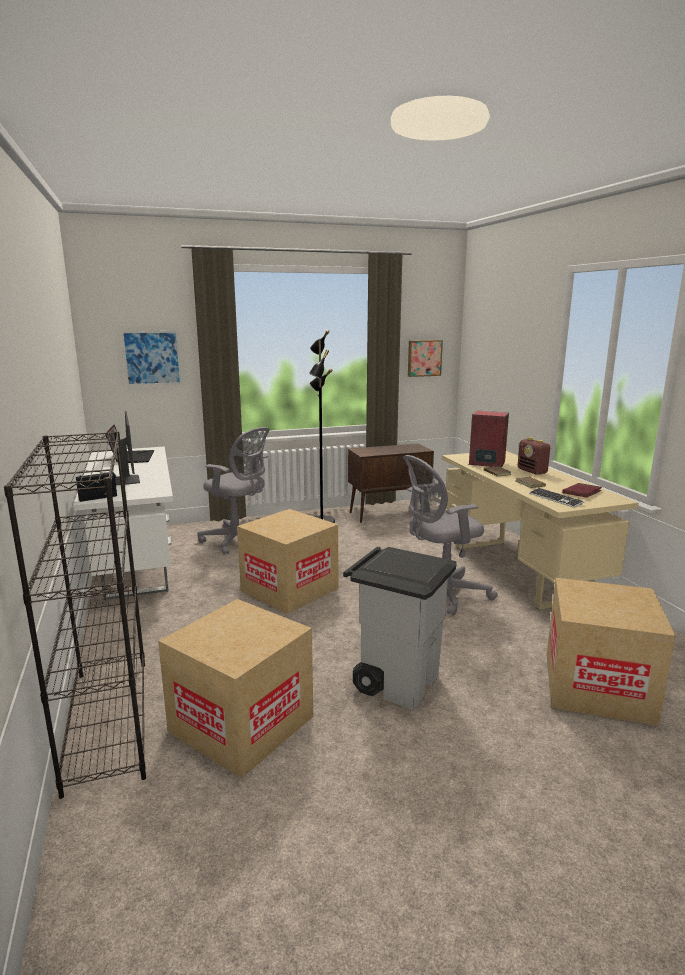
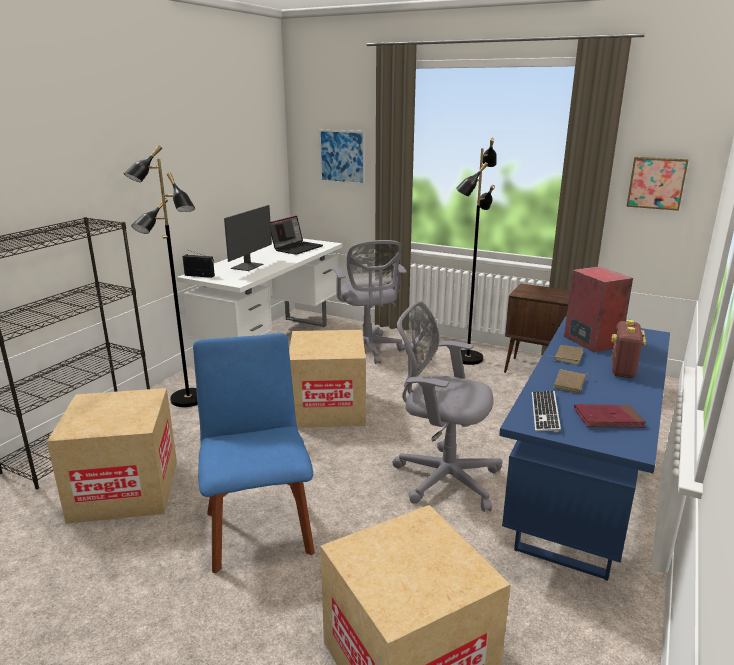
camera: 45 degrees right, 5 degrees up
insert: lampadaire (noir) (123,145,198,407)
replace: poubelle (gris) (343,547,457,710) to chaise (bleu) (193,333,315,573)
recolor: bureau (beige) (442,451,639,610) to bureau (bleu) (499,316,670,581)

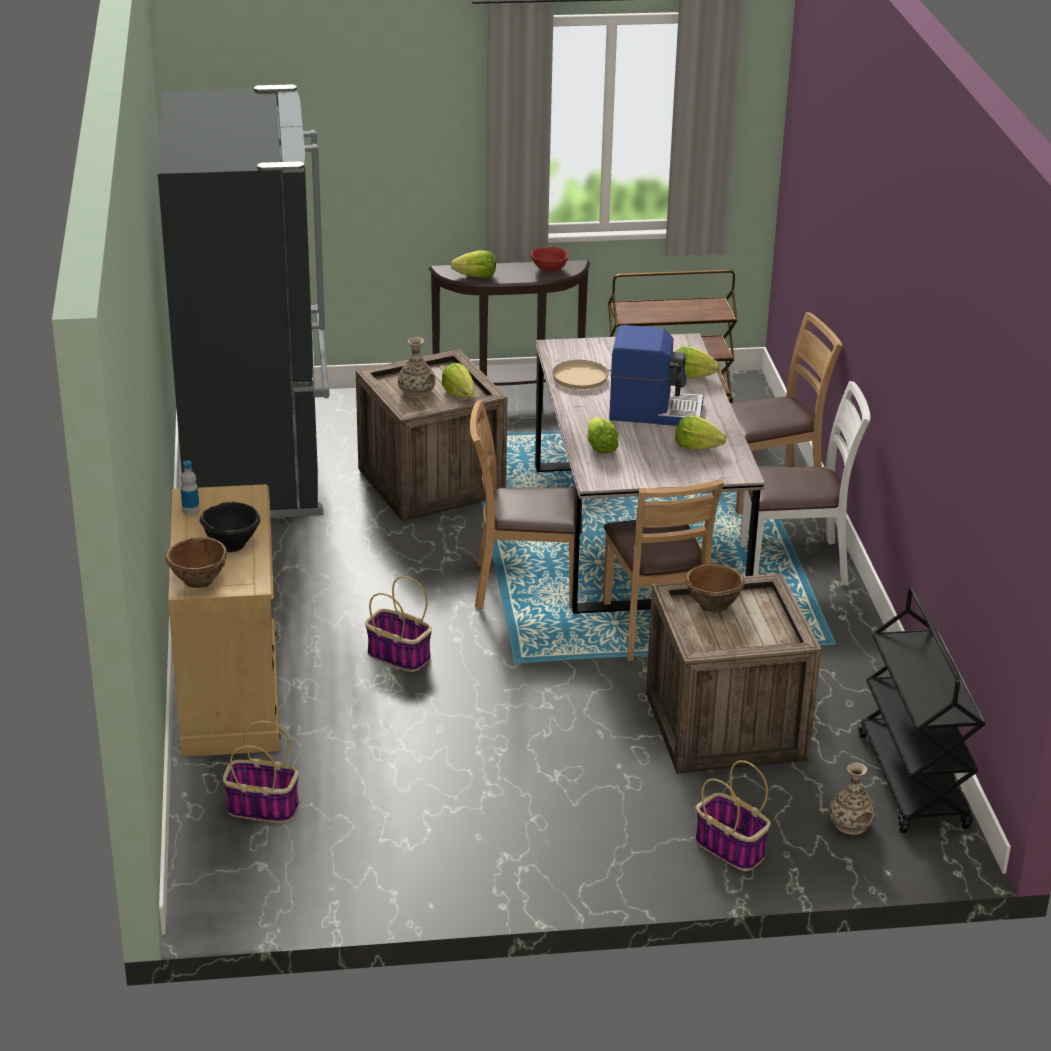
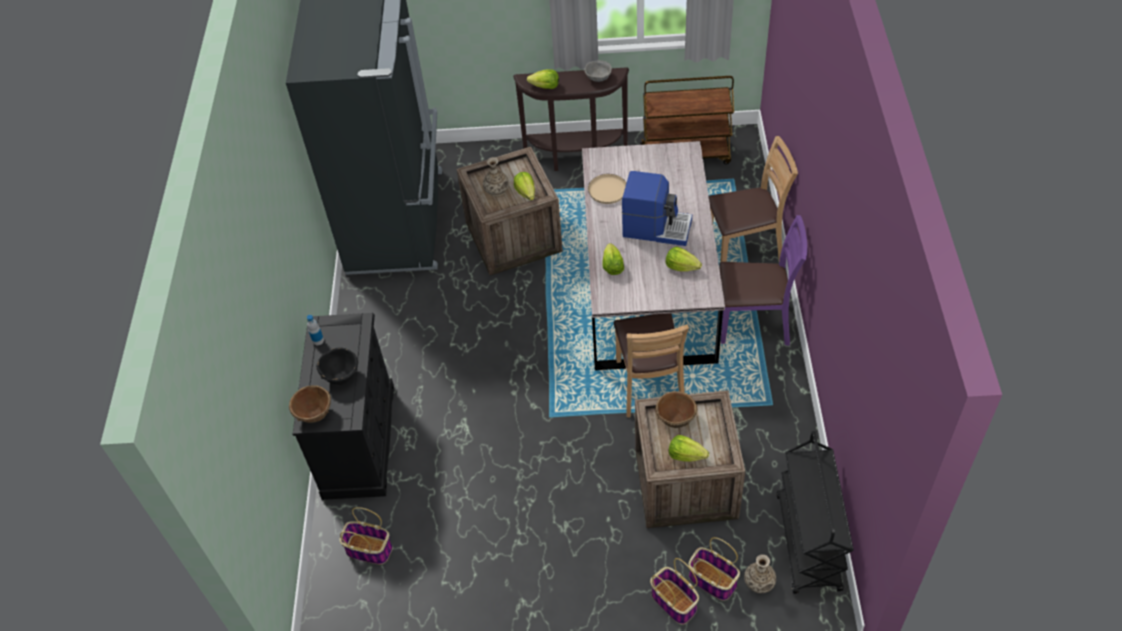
camera: 10 degrees right, 20 degrees up
delete: chaise (marron) (470,400,582,609)
move: panier (365,576,432,672) to (689,537,740,601); laitue (675,346,720,379) to (669,435,709,462)
recolor: commode (beige) (168,484,281,757) to commode (noir) (293,313,394,500); bol (rouge) (531,247,569,272) to bol (gris) (585,60,612,82); chaise (blanc) (740,381,870,585) to chaise (violet) (719,215,807,346)

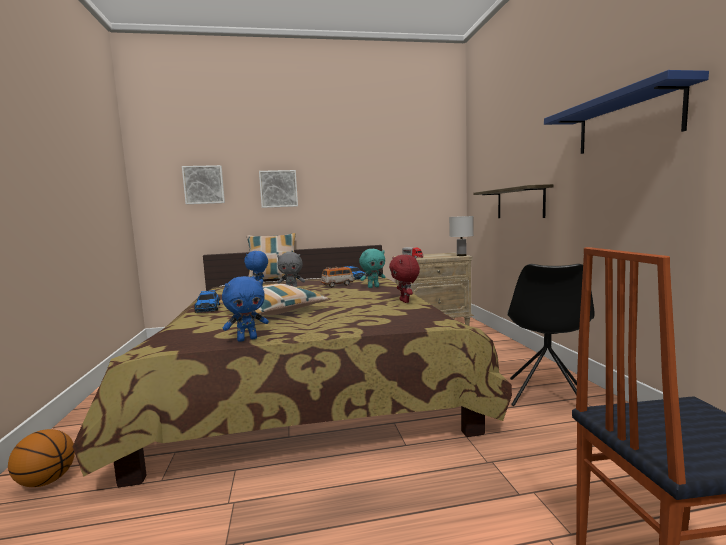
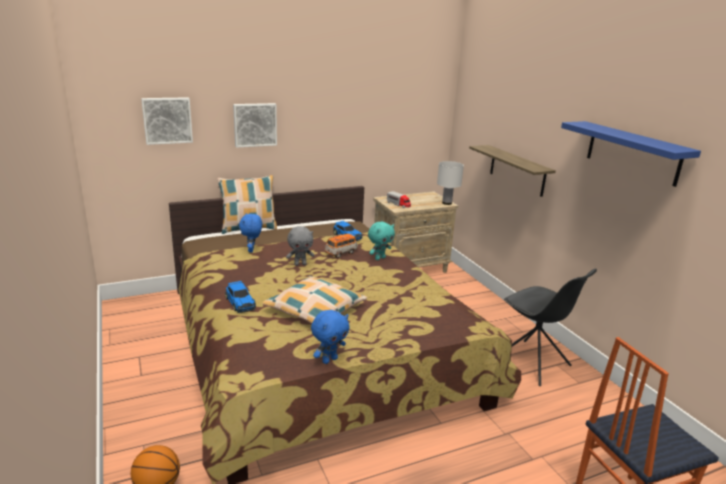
camera: 15 degrees left, 15 degrees up
delete: peluche (rouge) (389,255,420,303)
rotate: chaise (noir) (507,264,595,406) = (504,268,597,386) 45 degrees counterclockwise

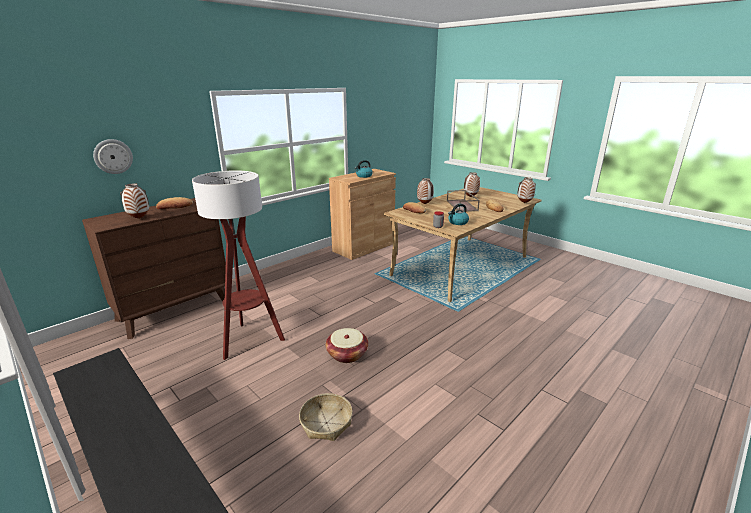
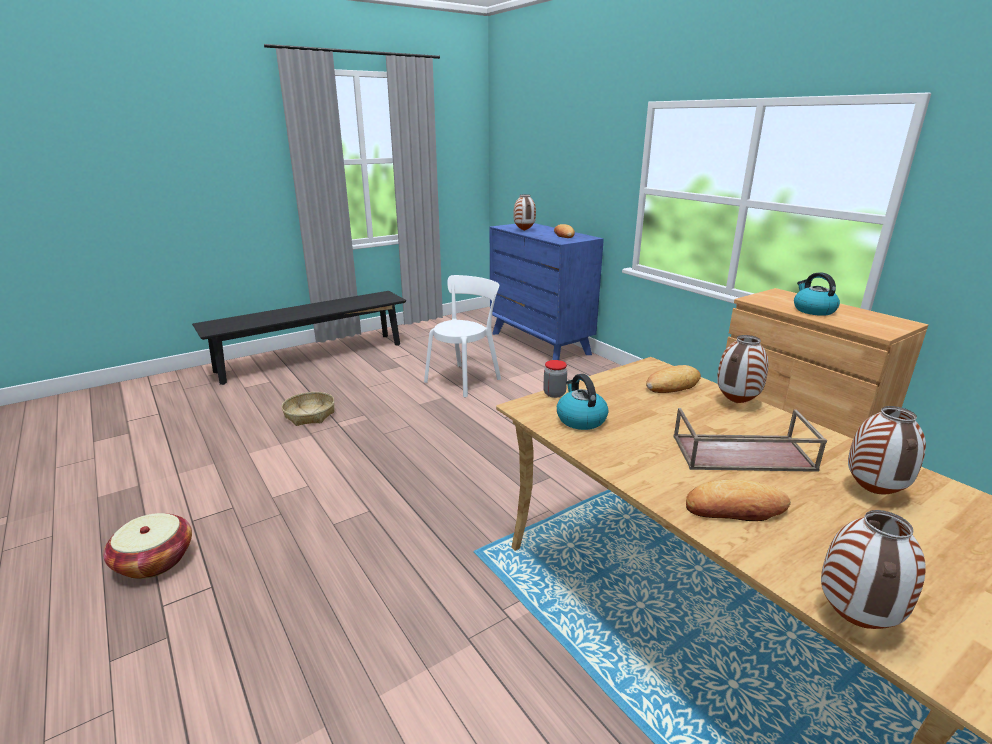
camera: 100 degrees right, 0 degrees up
delete: horloge murale (93,139,133,174)
move: panier (326,328,368,363) to (103,513,192,579)
replace: lampadaire (192,170,285,360) to chaise (blanc) (424,275,501,398)
recolor: commode (marron) (82,198,226,339) to commode (bleu) (490,223,604,360)

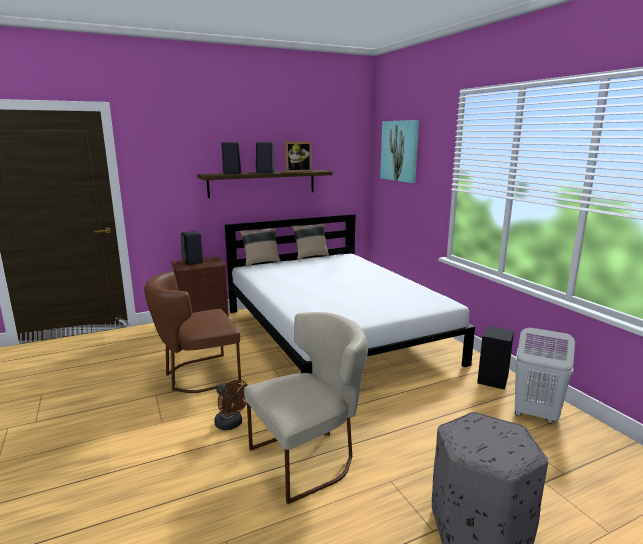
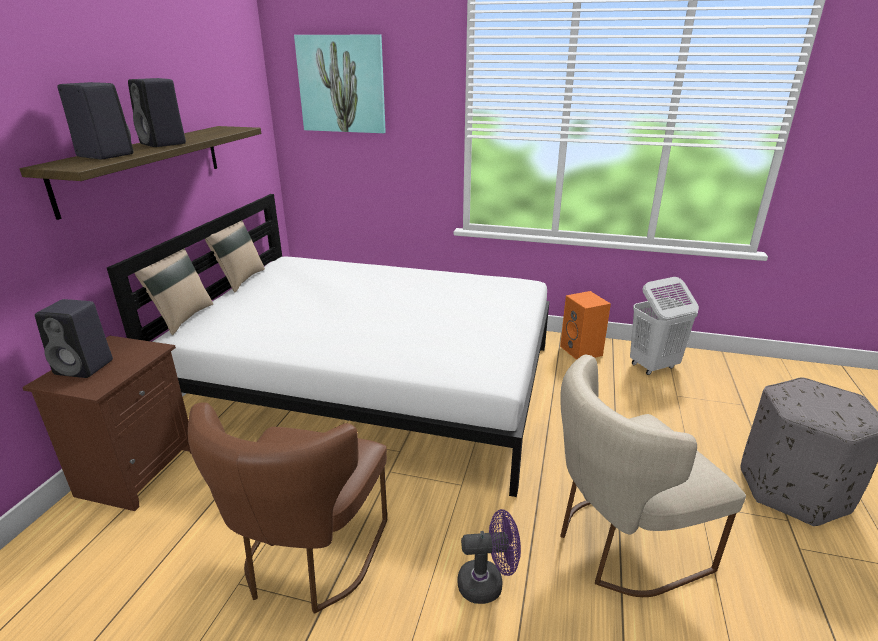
camera: 50 degrees left, 10 degrees up
delete: cadre photo (285,142,312,172)
recolor: ventilateur (marron) (214,380,248,430) to ventilateur (violet) (457,509,521,604); enceinte (noir) (477,326,514,390) to enceinte (orange) (560,291,611,360)
rotate: chaise (beige) (244,312,368,504) = (560,354,746,597) 120 degrees counterclockwise

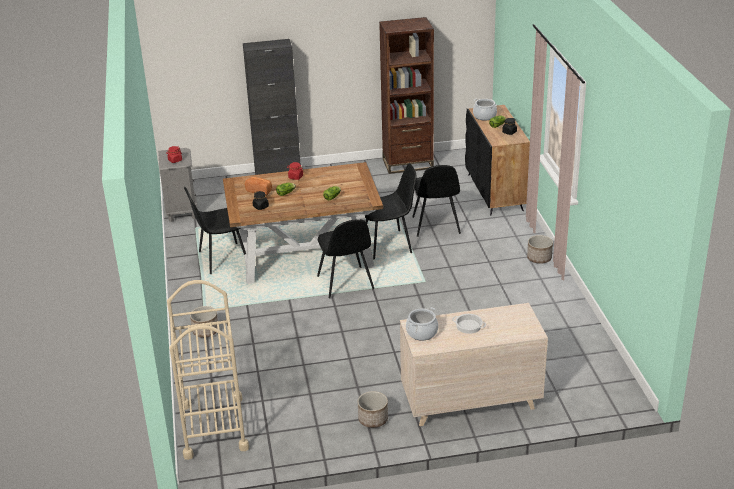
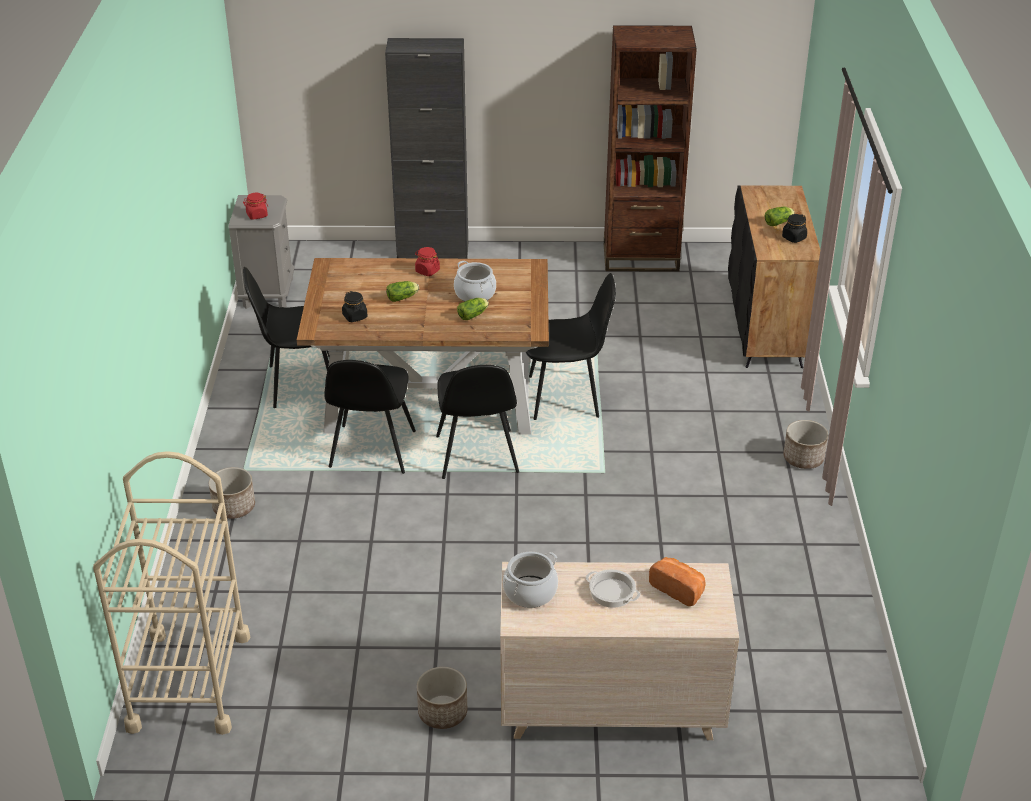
camera: 10 degrees right, 5 degrees up
move: pain (245,177,272,196) to (649,557,706,606); chaise (noir) (412,165,461,237) to (324,360,416,474); marmite (473,99,497,120) to (454,261,496,301)

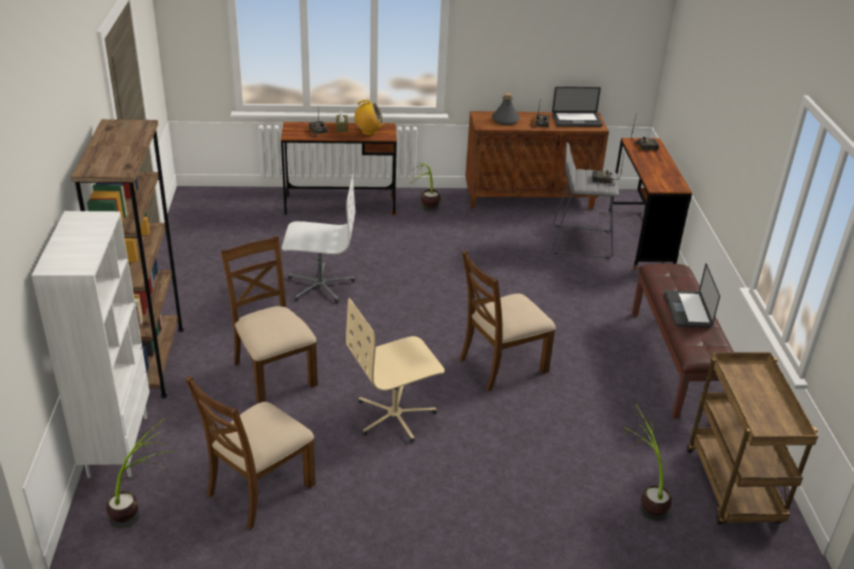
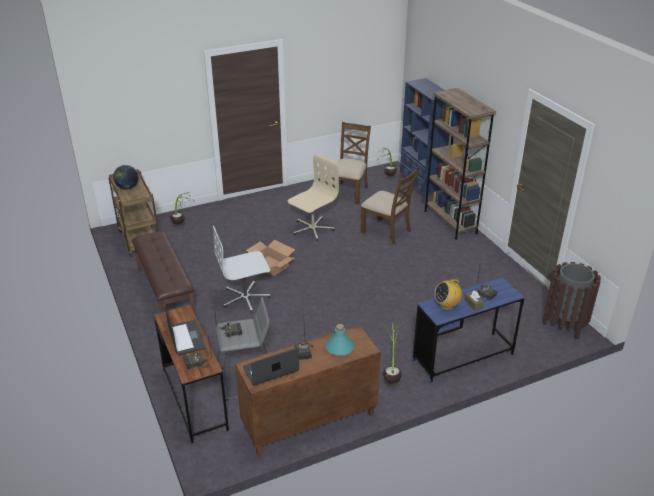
camera: 160 degrees right, 0 degrees up
insert: globe (113,165,138,190); poubelle (marron) (542,262,601,339)
move: chaise de bureau (blanc) (282,174,355,303) to (213,225,271,313); ordinateur portable (665,263,720,328) to (165,305,205,355)
replace: chaise (marron) (459,250,556,391) to carton (246,240,295,276)
recolor: bibliothèque (blanc) (31,211,150,478) to bibliothèque (bleu) (400,78,449,203); bureau (marron) (281,122,397,215) to bureau (bleu) (412,278,524,383); bouteille (gris) (492,93,520,125) to bouteille (turquoise) (325,324,354,356)

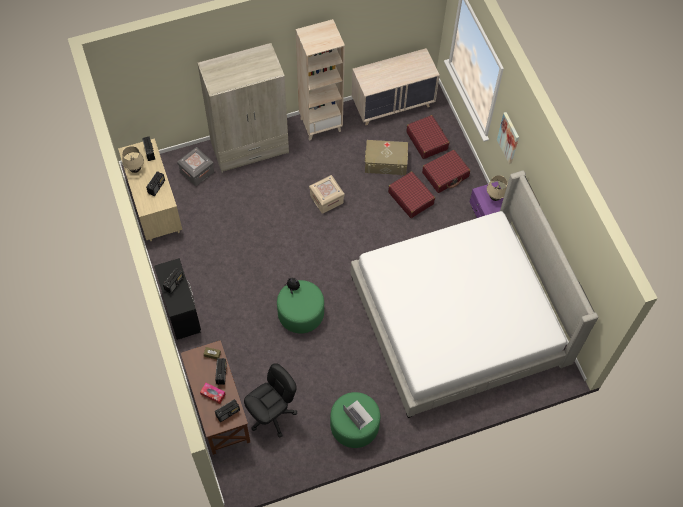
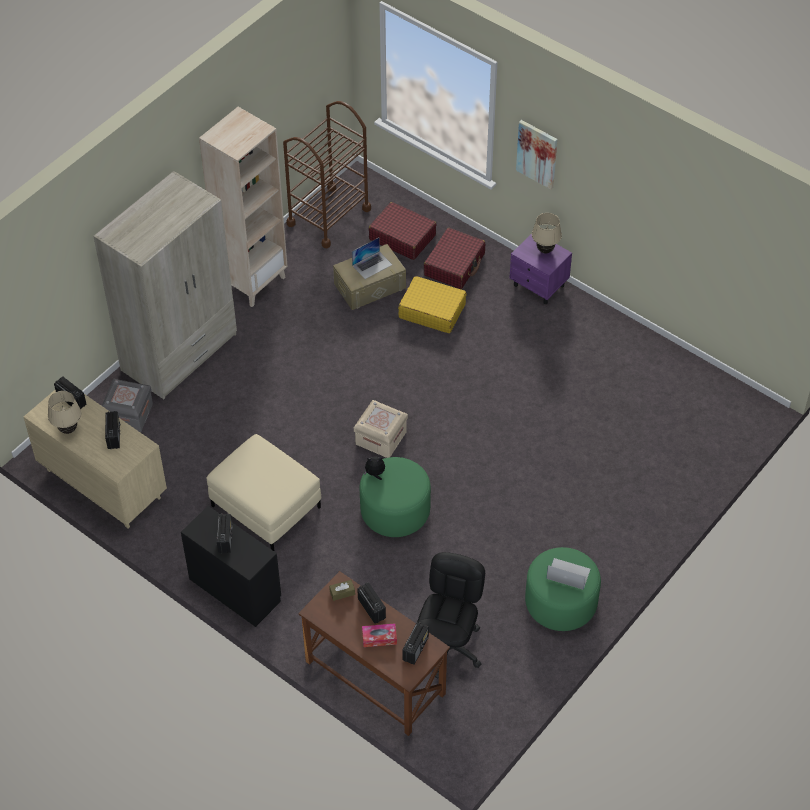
camera: 30 degrees left, 10 degrees down
delete: lit (350,170,598,418)
insert: pouf (beige) (206,434,321,551); ordinateur portable (352,238,392,279)
move: boîte de rangement (beige) (309,175,345,214) to (354,400,408,458)
replace: commode (beige) (352,48,440,125) to chariot (marron) (283,101,371,249)
recolor: valise (rouge) (388,171,435,218) to valise (jaune) (398,276,467,333)

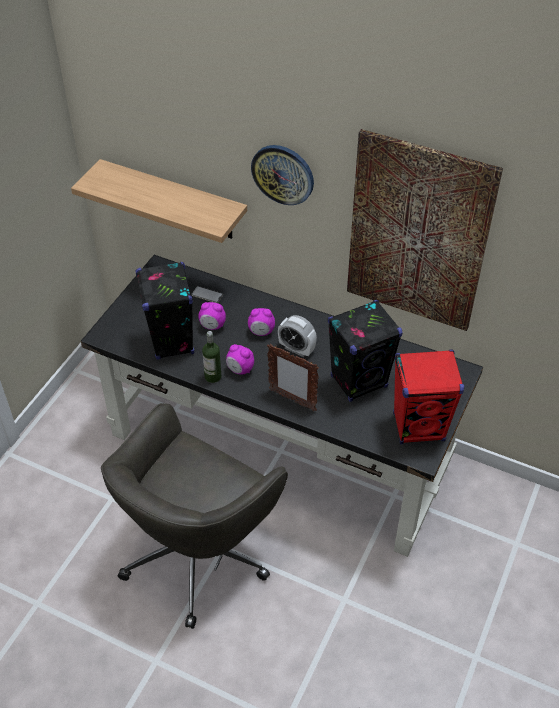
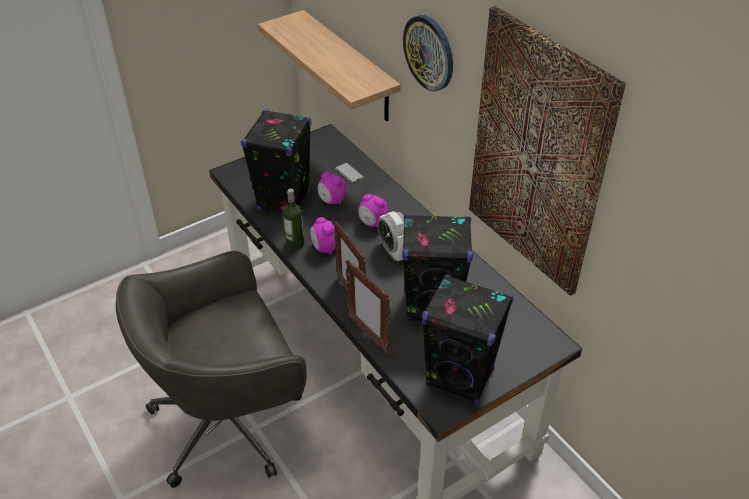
camera: 30 degrees right, 5 degrees down
insert: cadre photo (345,260,391,353)
recolor: enceinte (rouge) (393,350,464,444) to enceinte (noir) (422,274,514,404)

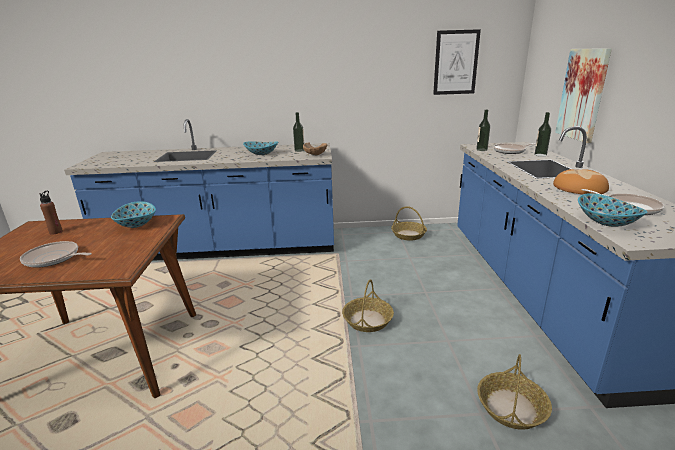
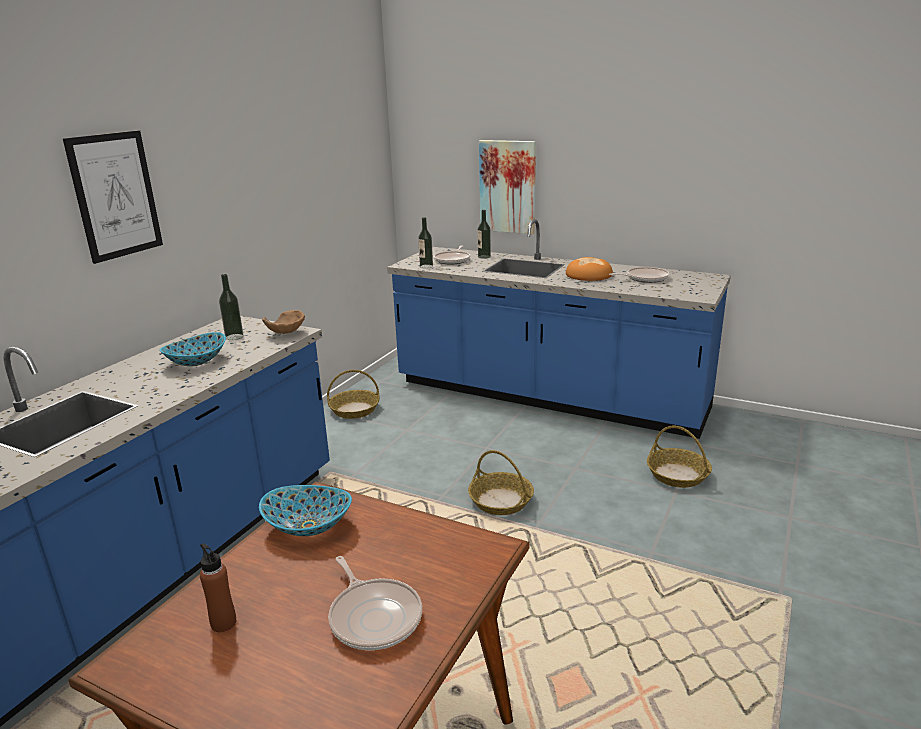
camera: 60 degrees left, 0 degrees up
delete: bol (578,193,648,227)
move: tableau (433,29,481,95) to (63,131,163,264)
rotate: poêle (20,241,92,268) = (328,556,422,650) 75 degrees counterclockwise

